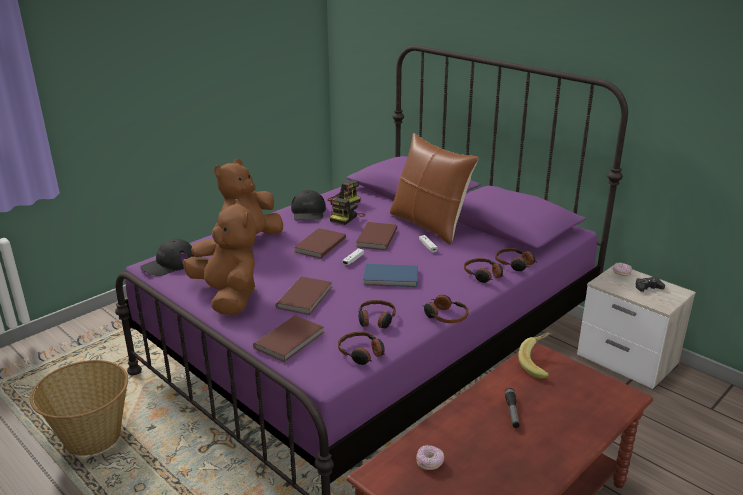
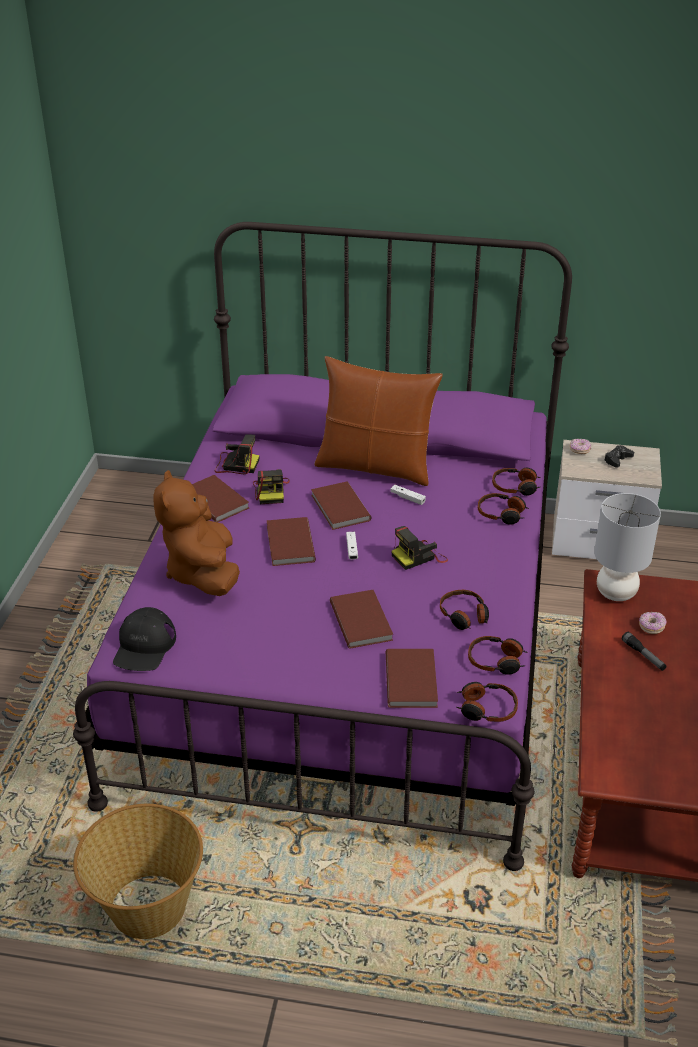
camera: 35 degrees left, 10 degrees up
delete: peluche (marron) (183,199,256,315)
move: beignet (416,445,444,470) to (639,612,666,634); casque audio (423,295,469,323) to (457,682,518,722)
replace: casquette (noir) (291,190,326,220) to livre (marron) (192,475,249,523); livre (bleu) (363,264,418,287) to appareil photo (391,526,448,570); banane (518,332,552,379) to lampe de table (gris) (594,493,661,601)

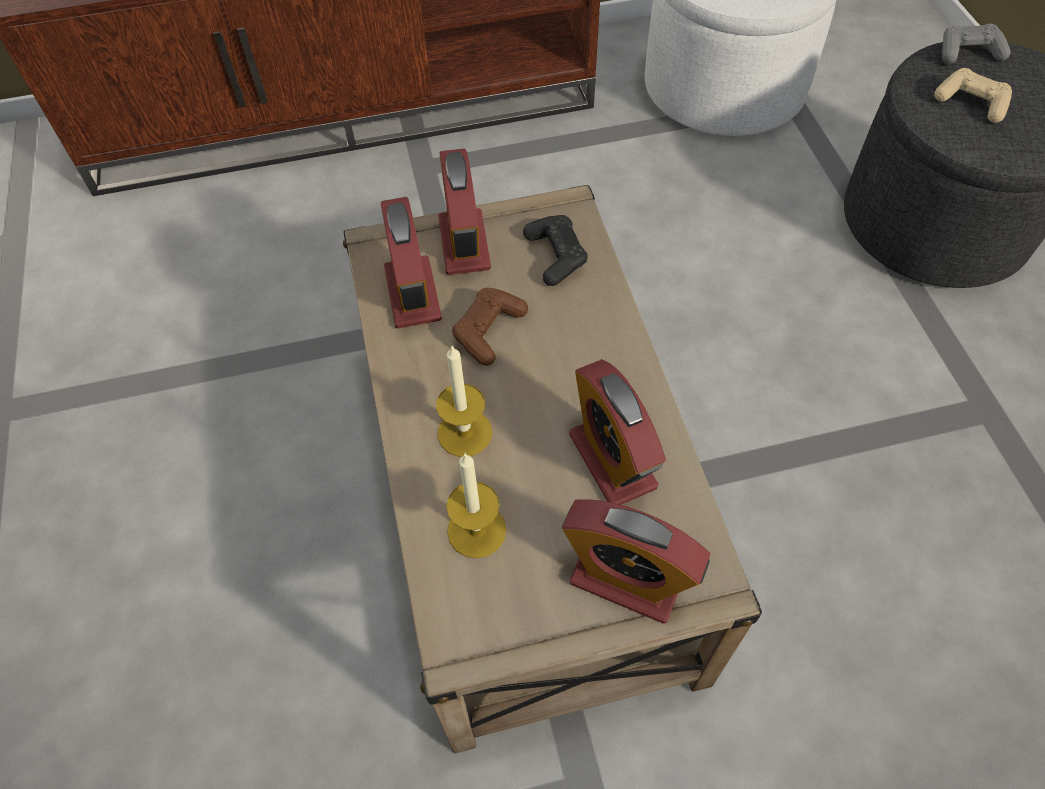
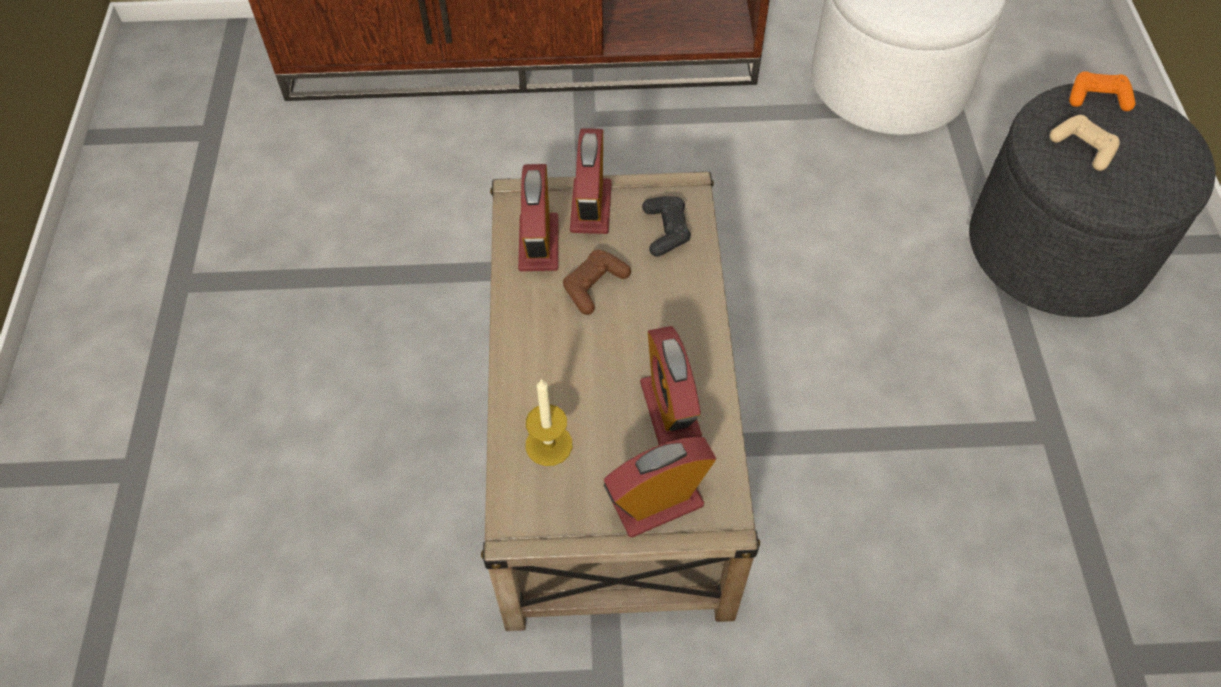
camera: 10 degrees right, 0 degrees up
delete: bougie (436,345,492,457)
recolor: manette (gris) (942,23,1010,64) to manette (orange) (1069,71,1135,111)
rotate: réveil (562,500,710,624) = (604,437,716,538) 120 degrees clockwise

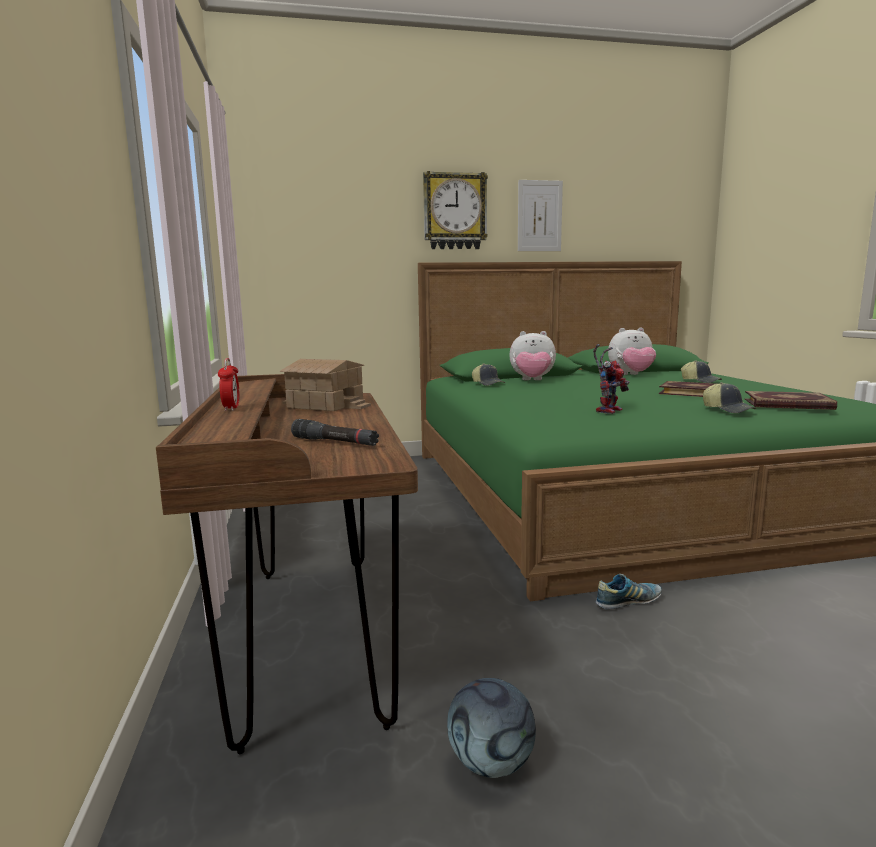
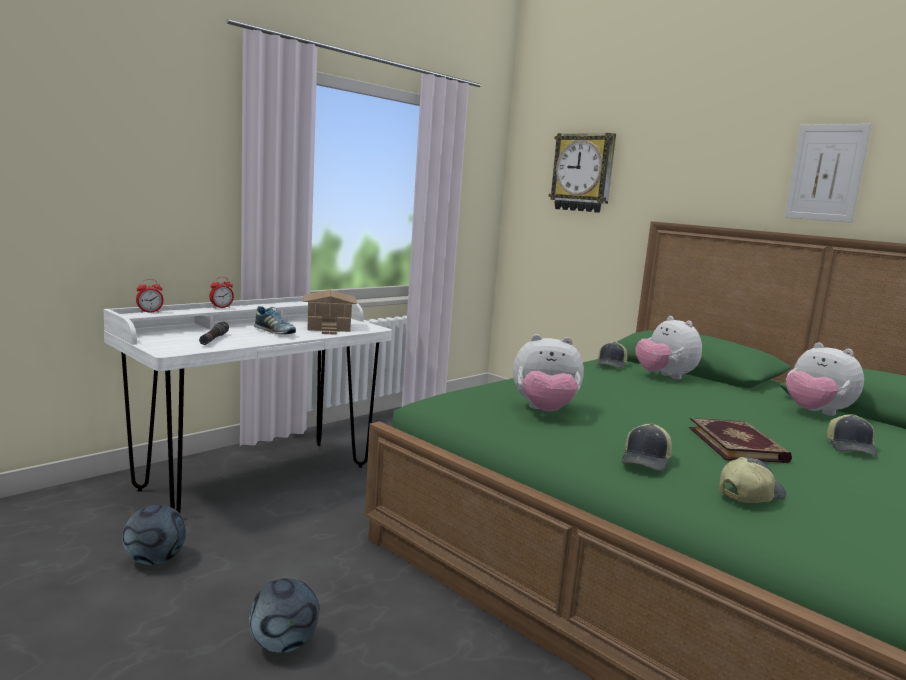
camera: 55 degrees right, 0 degrees up
insert: réveil (136,279,164,313); ballon de foot (249,578,320,653)
move: horloge murale (423,171,488,249) to (549,133,616,213); chaussure (596,574,662,609) to (254,306,296,334)
replace: robot jouet (593,344,630,414) to peluche (513,334,584,412); livre (745,391,837,410) to casquette (719,457,786,503)
recolor: bureau (marron) (156,374,418,754) to bureau (blanc) (103,296,392,513)

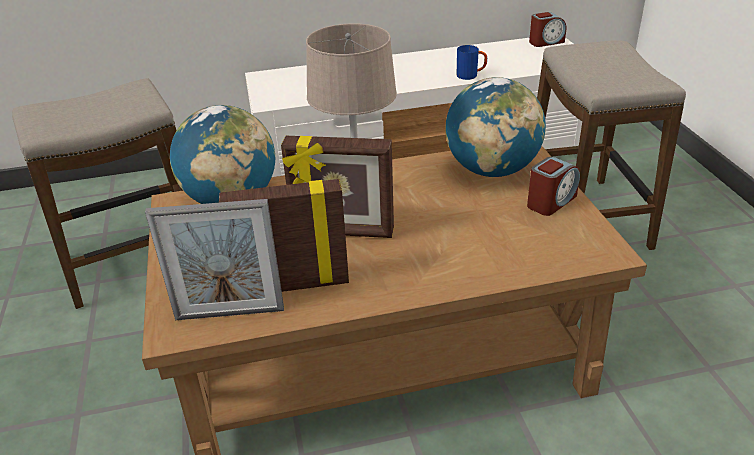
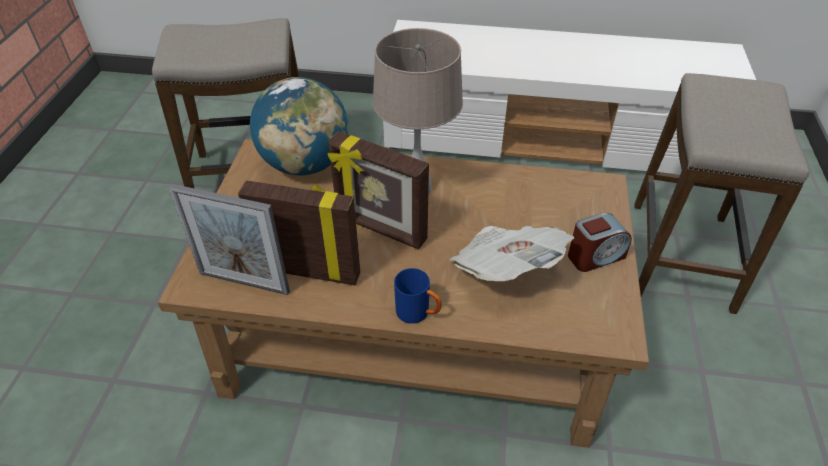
camera: 20 degrees right, 10 degrees up
delete: globe (445,77,546,177); réveil (529,12,566,47)
insert: journal (449,226,574,281)
move: mug (bleu) (457,45,487,80) to (394,268,441,324)

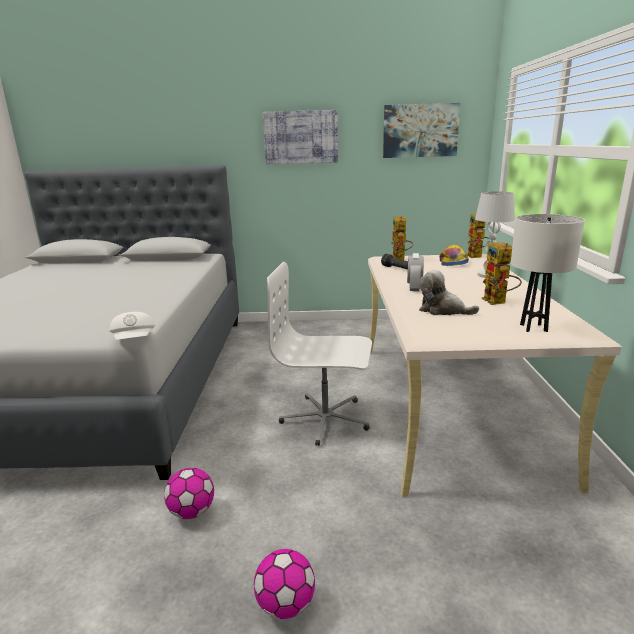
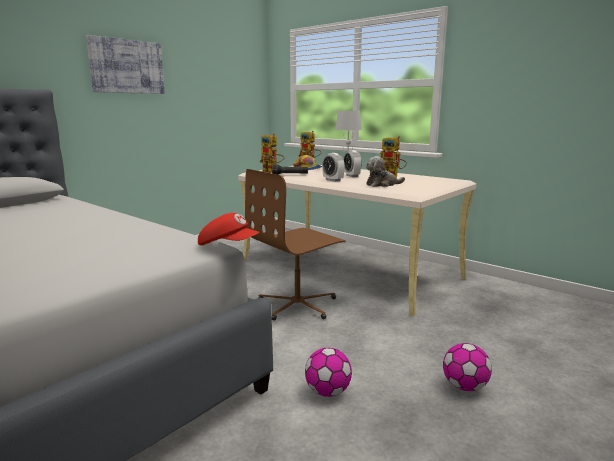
camera: 50 degrees left, 5 degrees down
delete: tableau (383,103,460,158); lampe de table (blanc) (511,214,585,332)
insert: réveil (344,150,362,177)
recolor: casquette (blanc) (110,312,155,340) to casquette (rouge) (198,213,259,245); chaise de bureau (blanc) (267,262,372,446) to chaise de bureau (marron) (245,169,346,321)

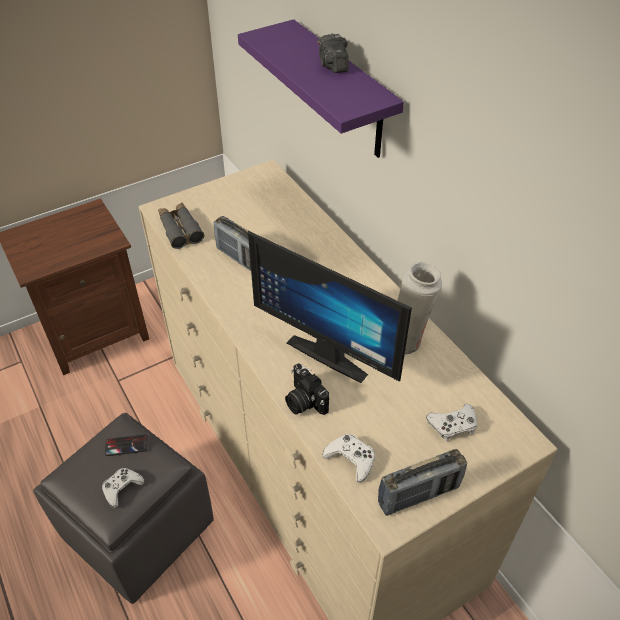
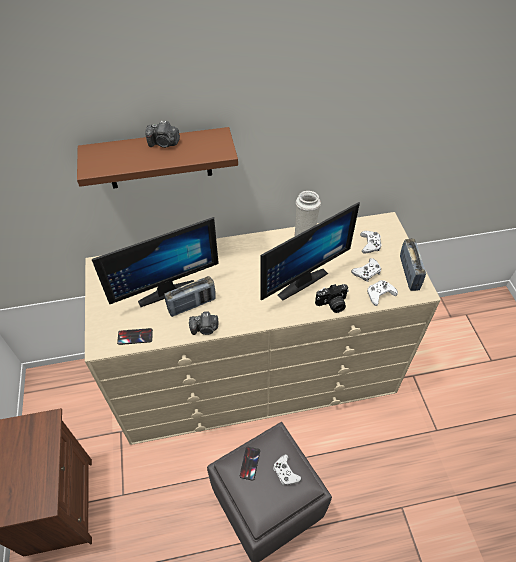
camera: 70 degrees left, 5 degrees up
insert: écran d'ordinateur (91,217,219,307); appareil photo (189,311,219,335); manette (blanc) (351,258,381,282)
replace: jumelles (gris) (158,202,204,249) to téléphone (117,328,153,345)
recolor: étagère (violet) (238,19,404,158) to étagère (marron) (77,127,238,189)

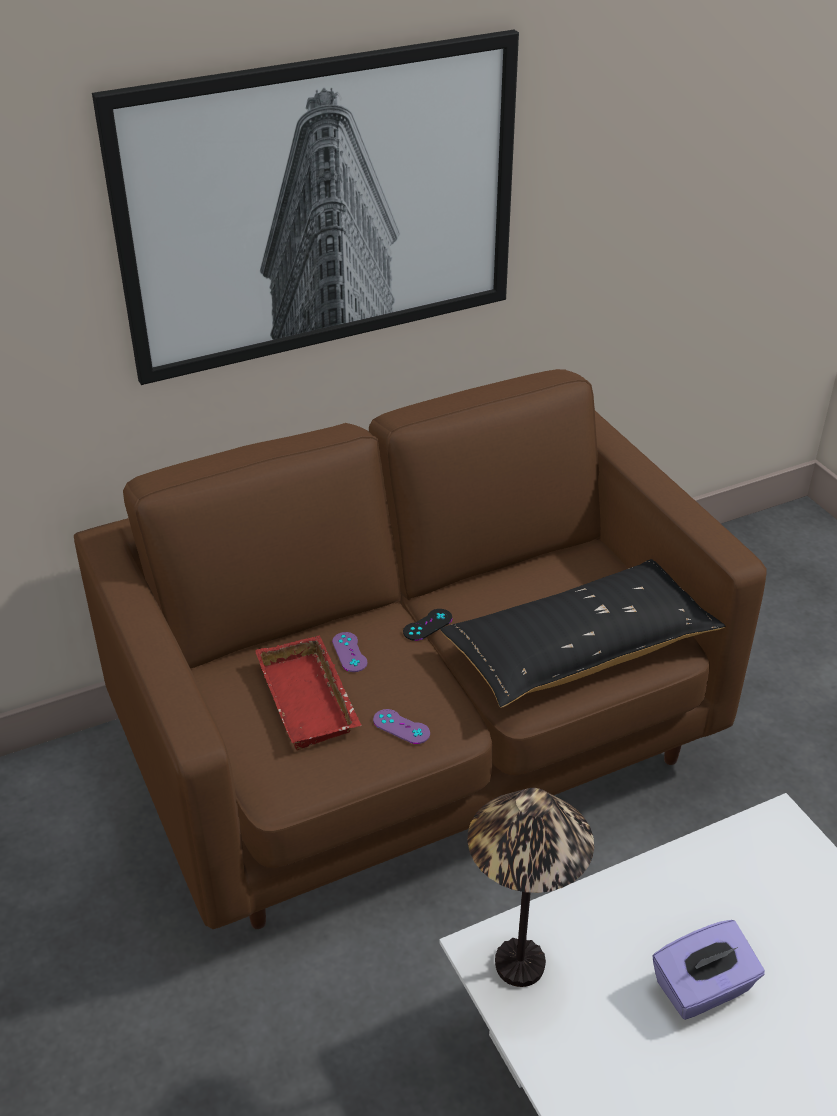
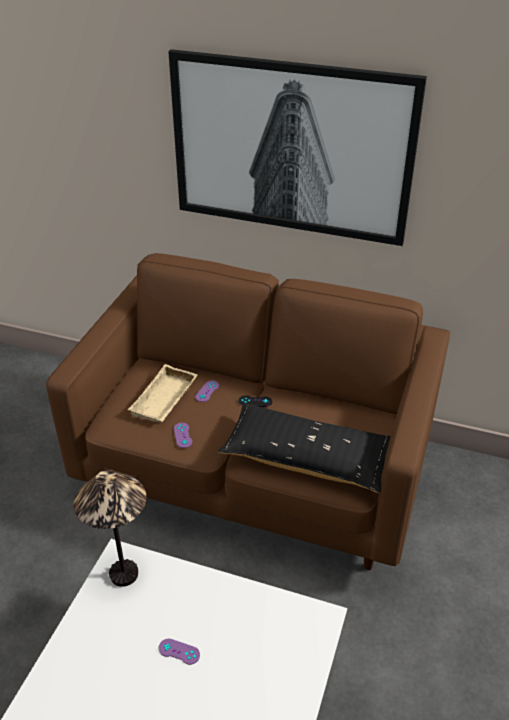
camera: 45 degrees right, 0 degrees up
replace: boîte à mouchoirs (violet) (653,920,765,1020) to manette (violet) (158,639,200,665)
recolor: plateau (rouge) (255,635,362,750) to plateau (beige) (128,364,198,423)

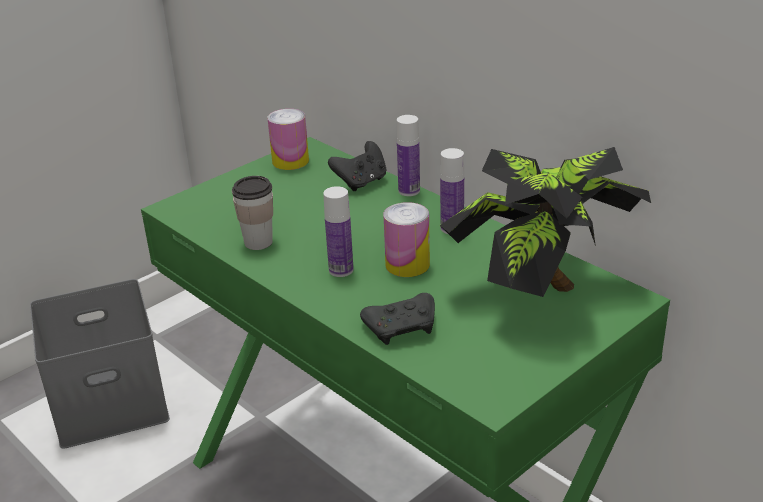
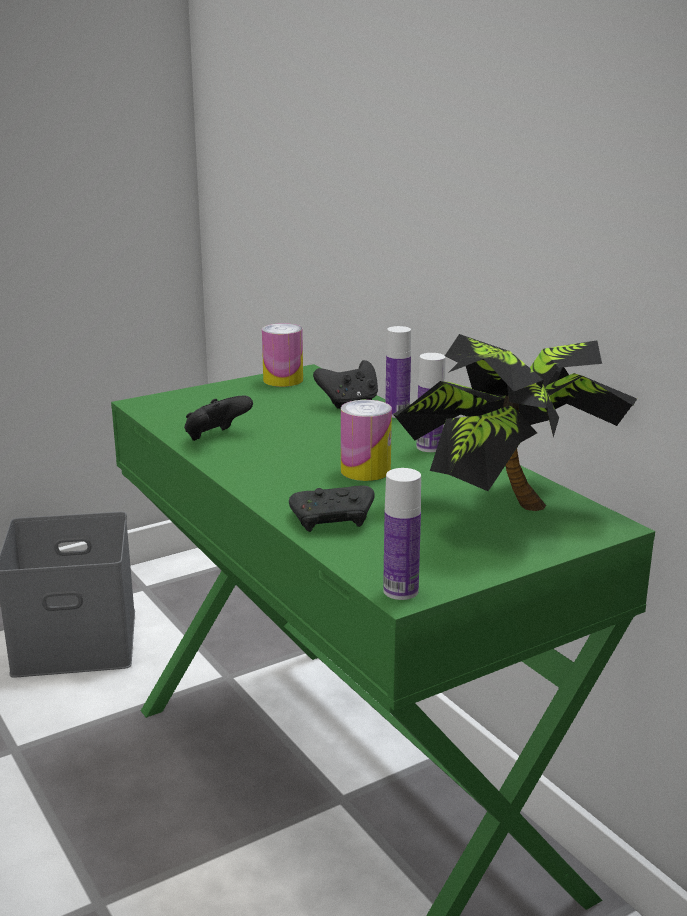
camera: 10 degrees right, 10 degrees down
move: bouteille (323,186,354,277) to (383,468,421,600)
replace: tasse (232,176,273,250) to manette (noir) (184,395,253,441)

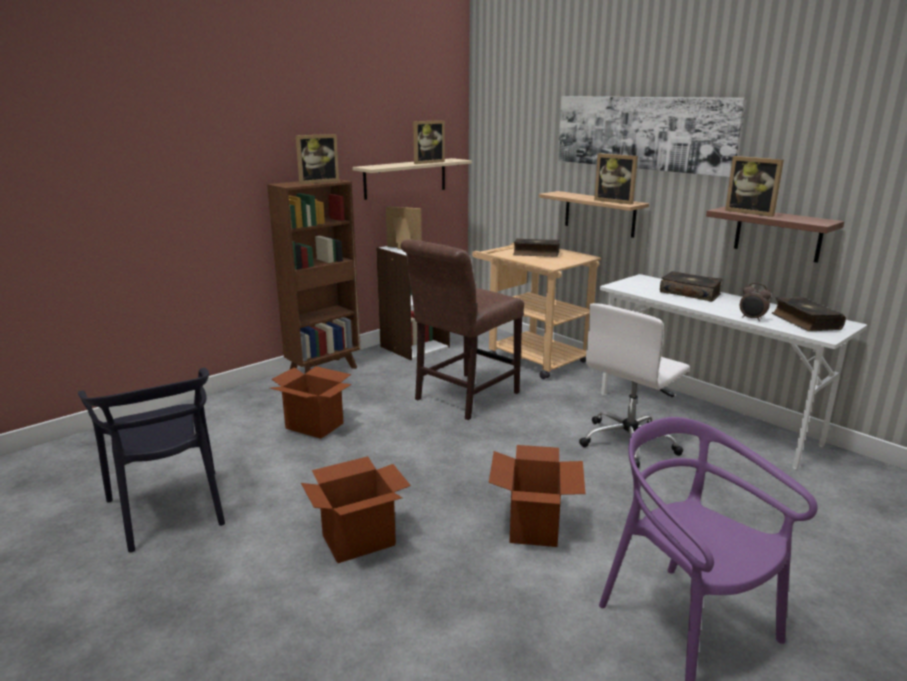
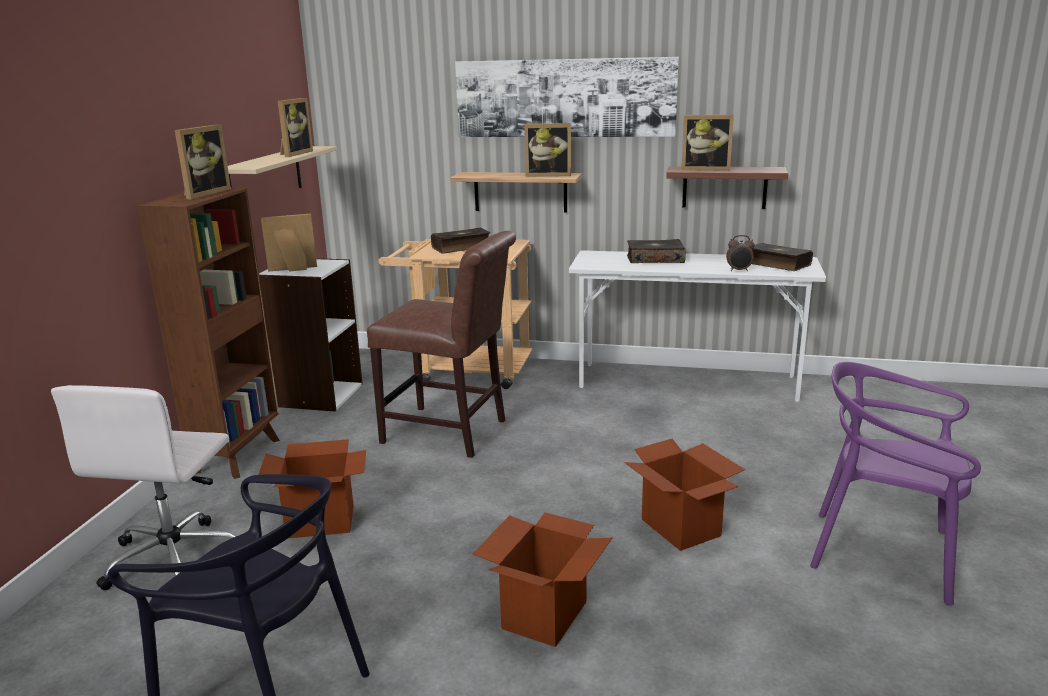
camera: 35 degrees left, 0 degrees up
move: chaise de bureau (blanc) (579,303,690,468) to (51,385,236,590)
rotate: chaise (marron) (401,239,524,420) = (367,231,516,458) 75 degrees counterclockwise

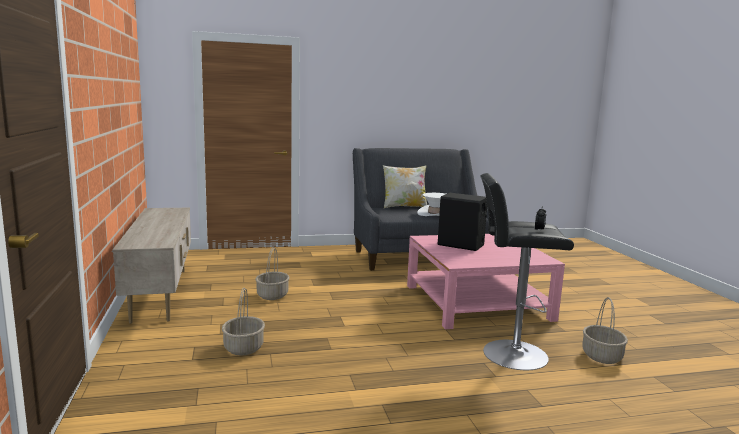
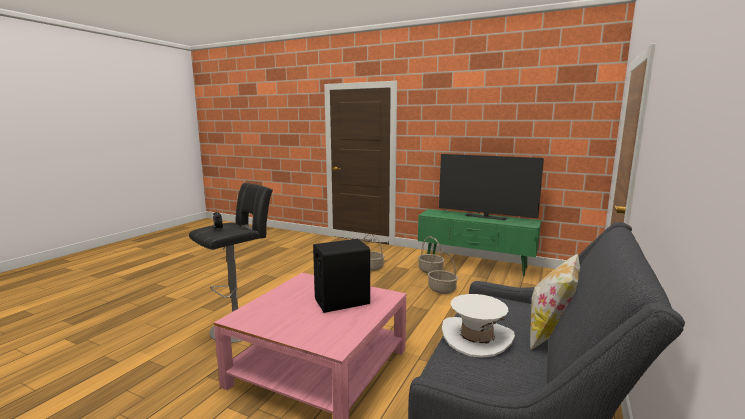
camera: 130 degrees right, 0 degrees up
insert: téléviseur (439,154,544,220)
move: panier (582,297,628,364) to (418,237,444,274)
recolor: meuble télé (beige) (112,208,191,324) to meuble télé (vert) (418,209,541,276)

